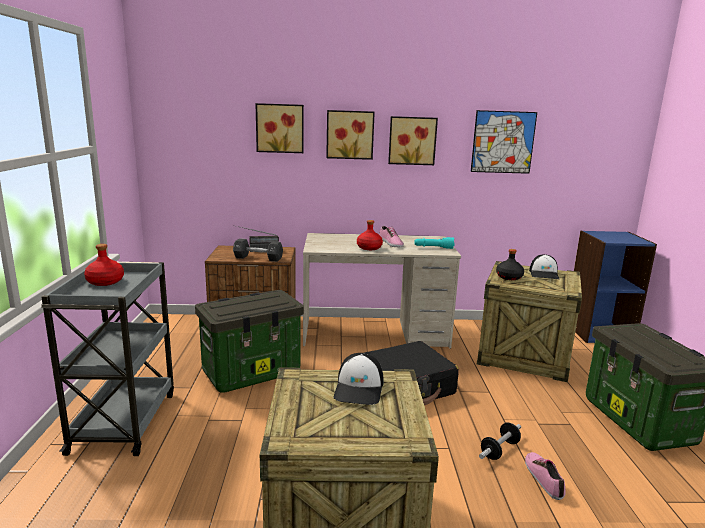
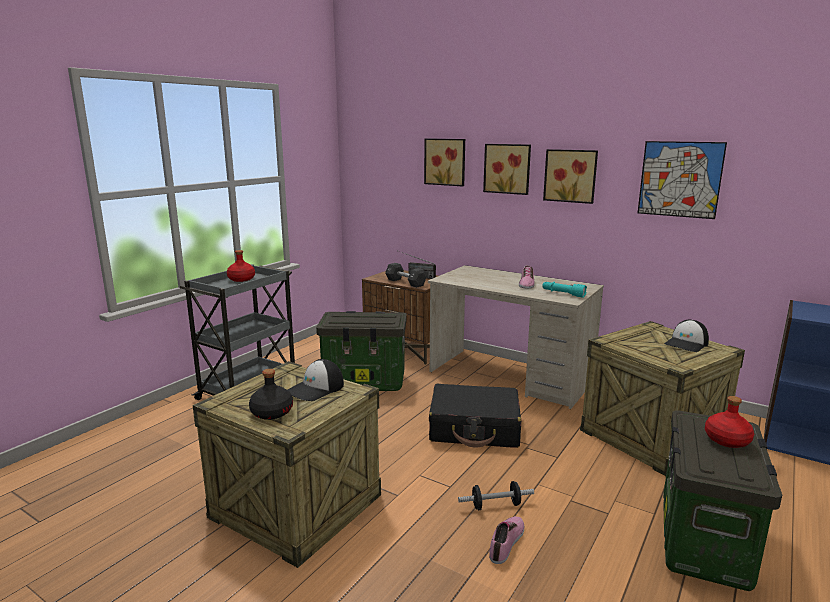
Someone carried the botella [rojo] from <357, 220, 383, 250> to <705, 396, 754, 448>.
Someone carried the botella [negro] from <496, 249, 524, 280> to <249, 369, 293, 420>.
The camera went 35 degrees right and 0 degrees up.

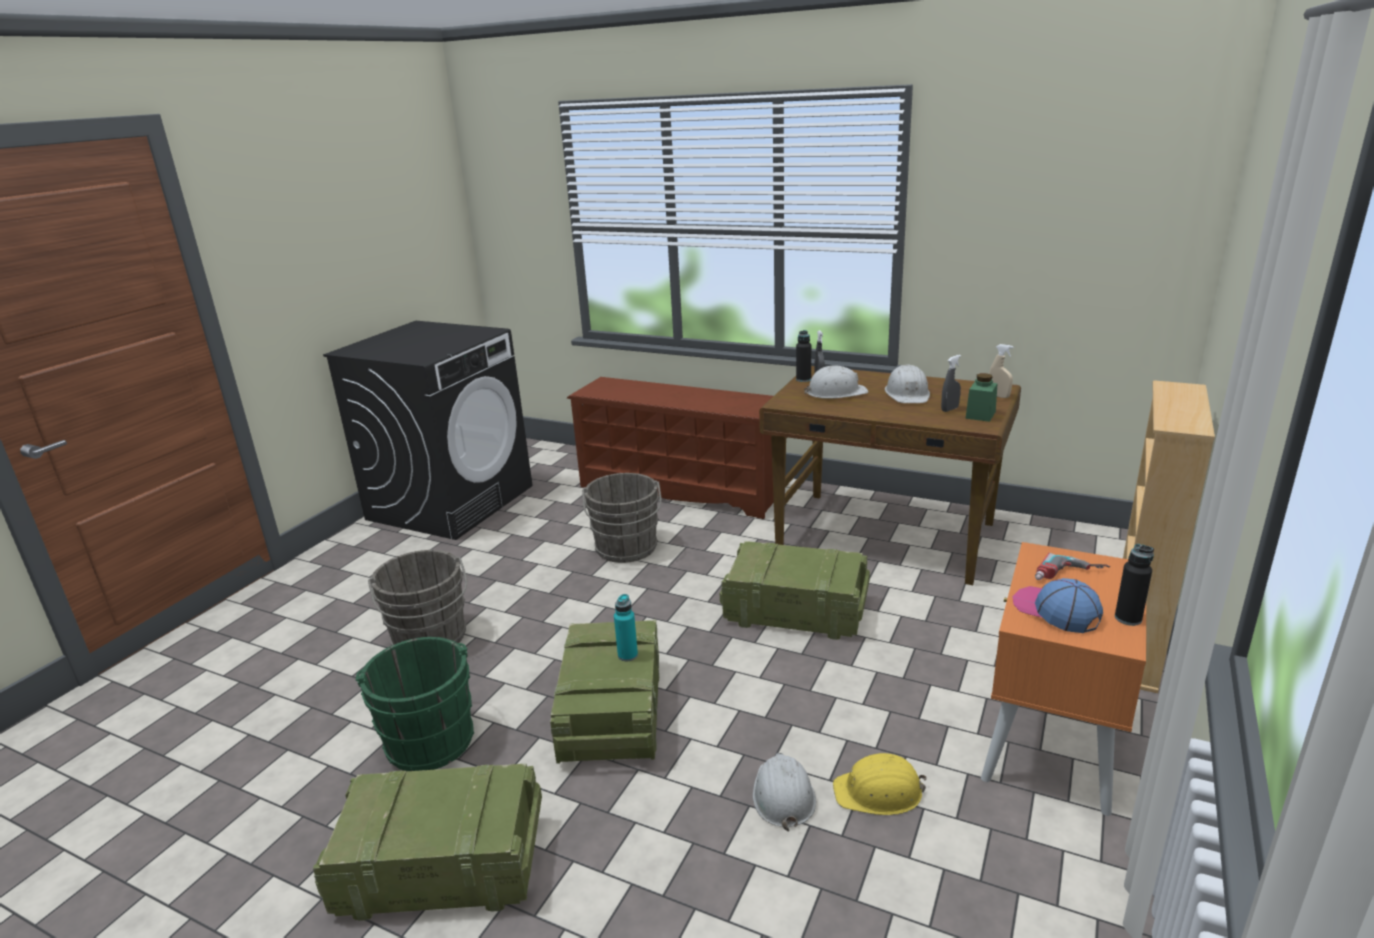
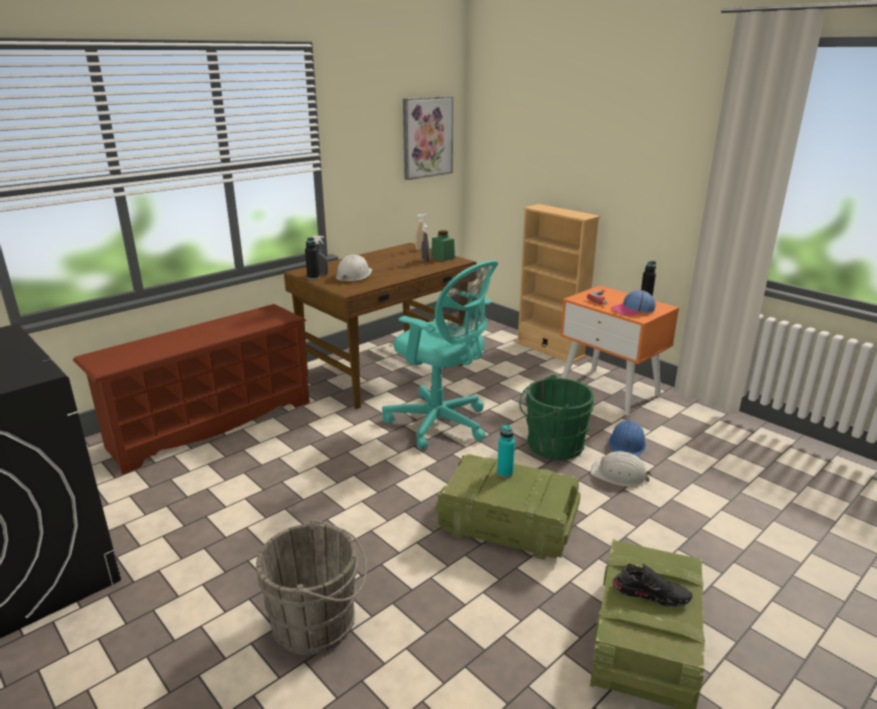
Someone took away the cubo [gris] at <582, 473, 662, 563>.
Someone took away the casco [blanco] at <885, 364, 930, 403>.
Someone put up the cuadro at <403, 96, 453, 180>.
Someone put down the zapato [negro] at <613, 564, 692, 607>.
Someone carried the cubo [verde] from <356, 637, 474, 771> to <519, 374, 594, 460>.
Someone swapped the caja de embalaje at <720, 541, 870, 640> for the silla de oficina [turquesa] at <382, 260, 498, 450>.
Someone repainted the casco [amarillo] at <833, 753, 927, 815>, which became the casco [azul] at <609, 421, 646, 457>.
The camera went 70 degrees left and 0 degrees up.

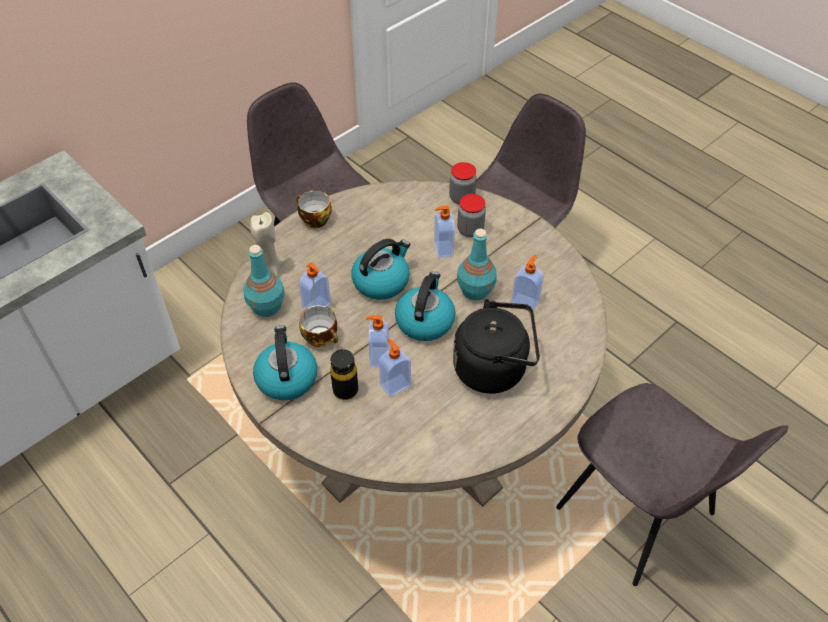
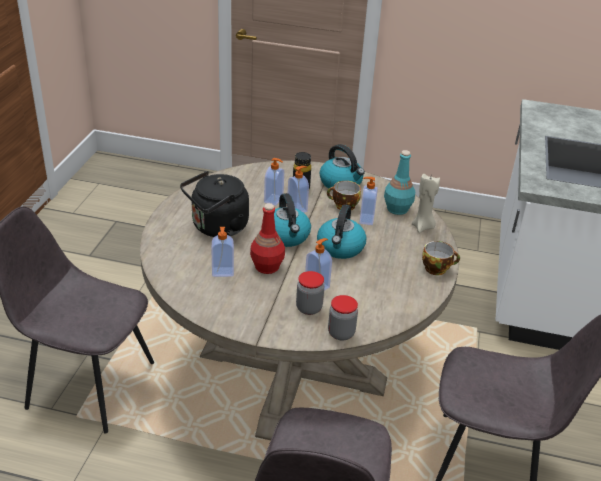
Someone repainted the botella [turquesa] at <457, 229, 497, 300>, which became the botella [rojo] at <250, 203, 285, 274>.
The camera went 145 degrees right and 15 degrees down.

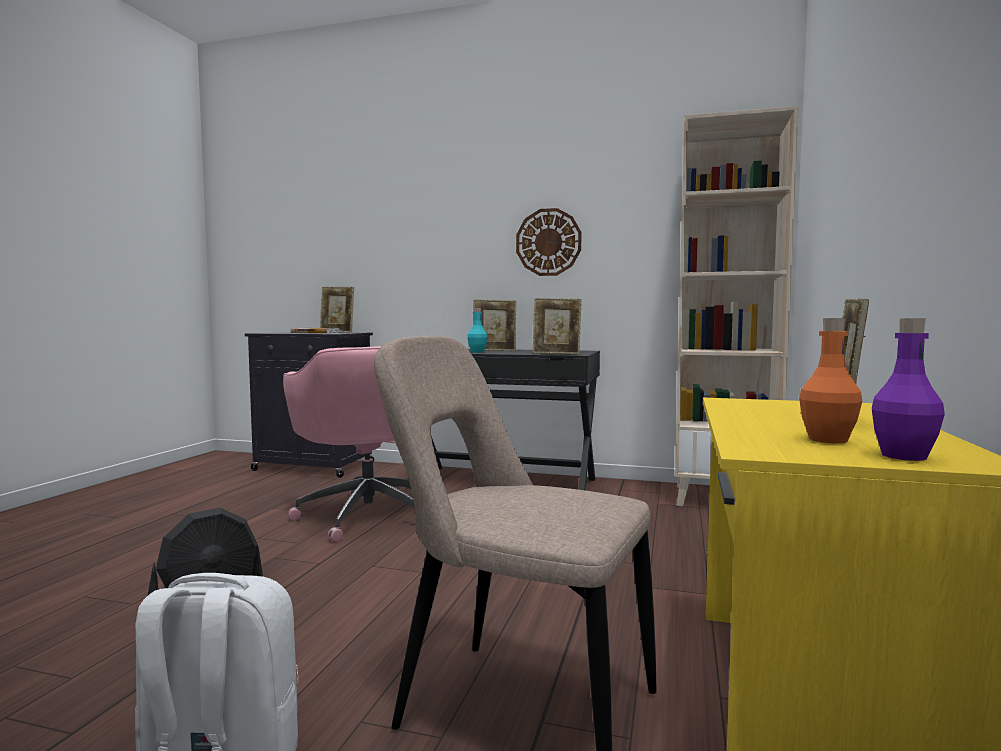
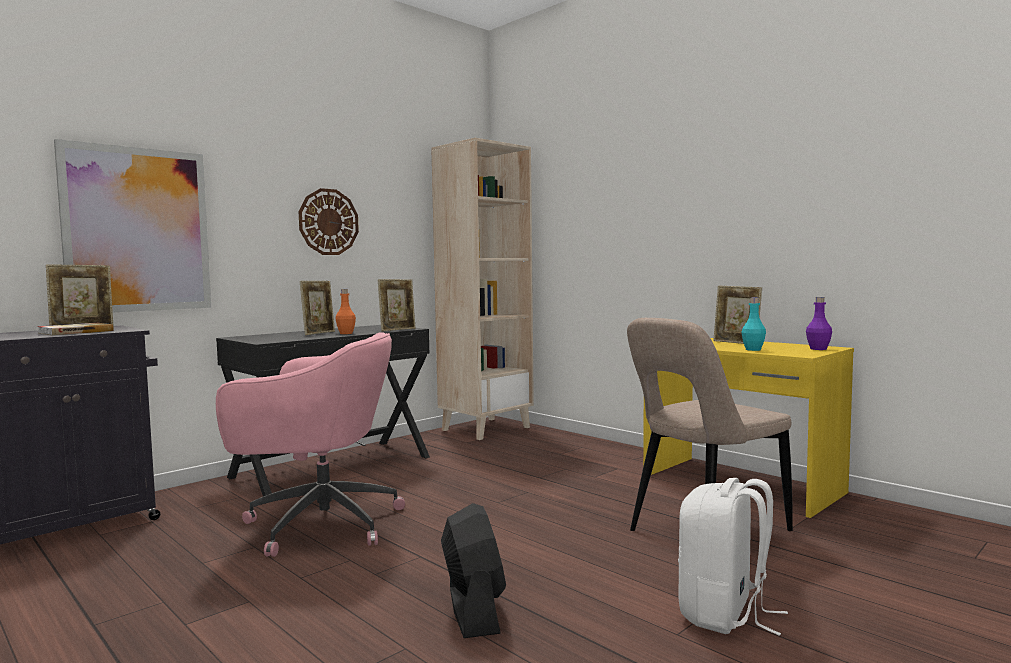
Someone put up the cuadro at <54, 139, 211, 312>.
Someone carried the botella [turquesa] from <467, 308, 488, 353> to <741, 298, 766, 351>.
Someone carried the botella [naranja] from <799, 318, 862, 444> to <336, 289, 356, 334>.
The camera went 60 degrees left and 0 degrees up.

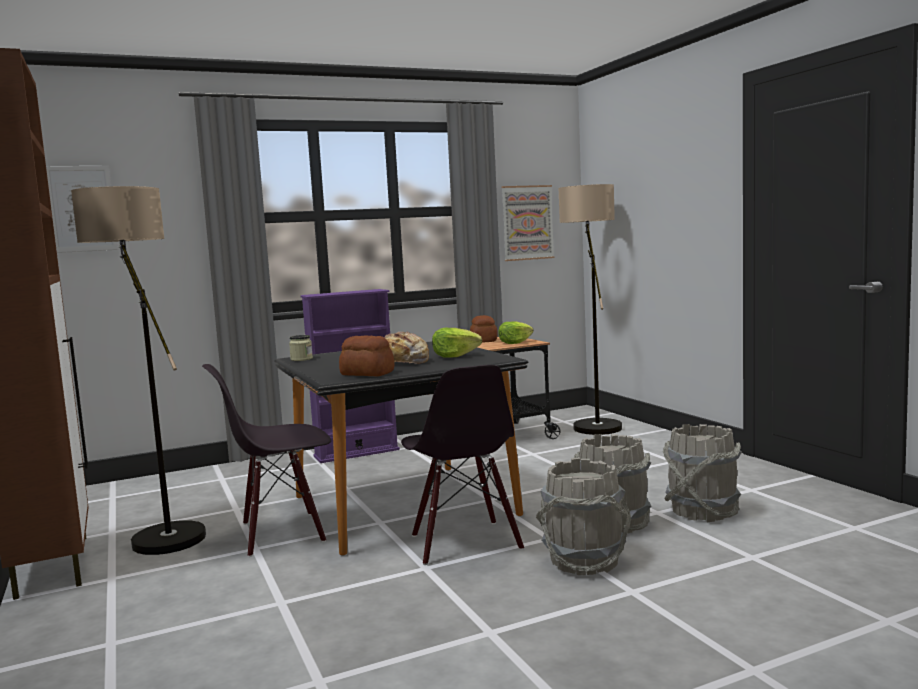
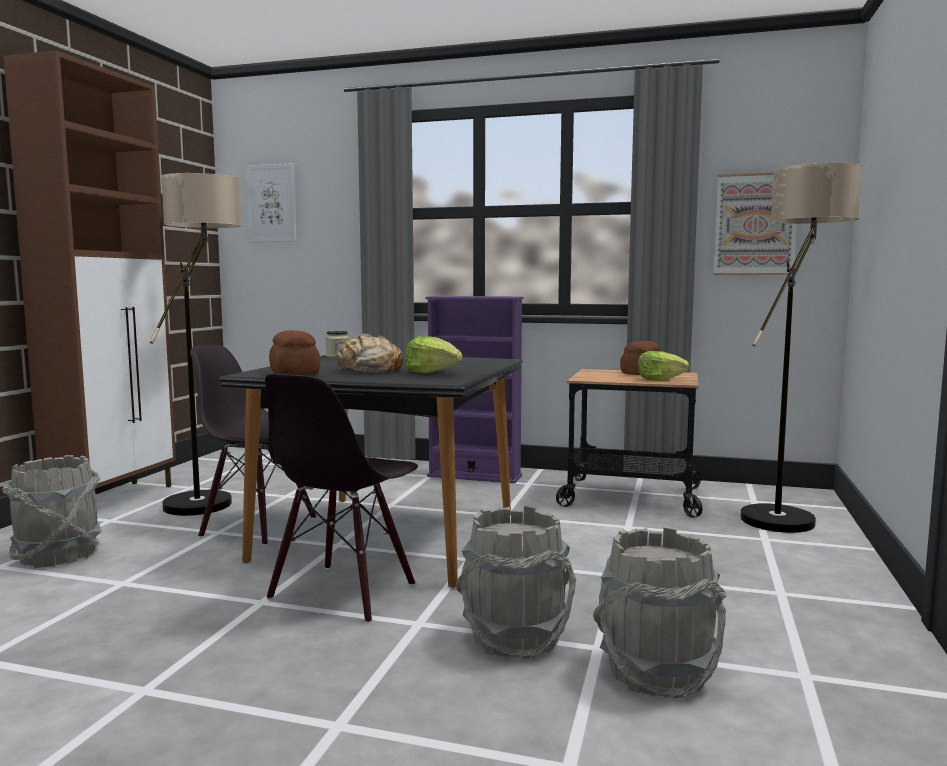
Someone carried the cubo [gris] from <536, 457, 631, 575> to <2, 455, 102, 568>.
The camera went 40 degrees right and 0 degrees up.

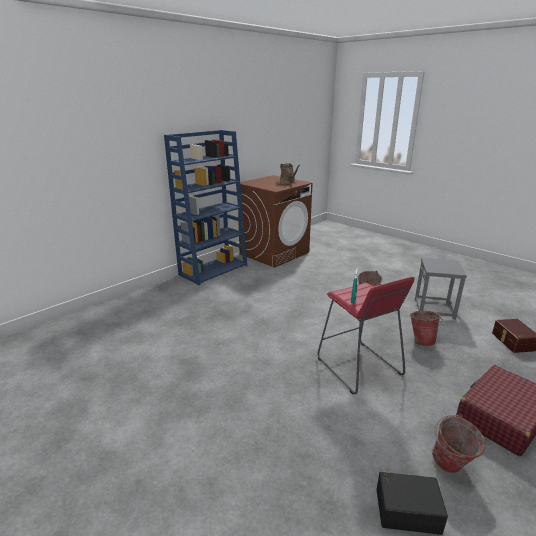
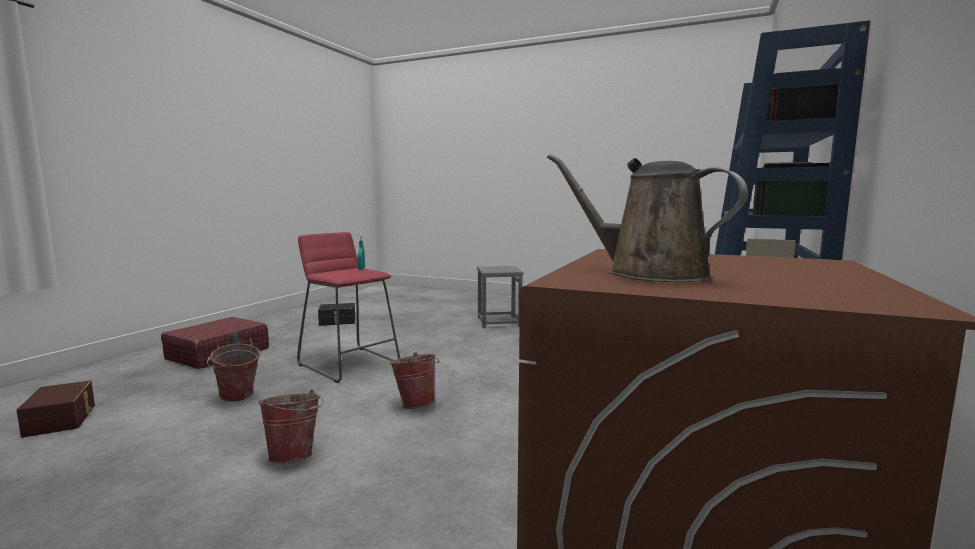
Someone carried the taburete [gris] from <415, 258, 467, 320> to <477, 266, 523, 328>.
Someone carried the cubo from <432, 414, 485, 473> to <390, 352, 440, 409>.
The camera went 160 degrees right and 15 degrees down.

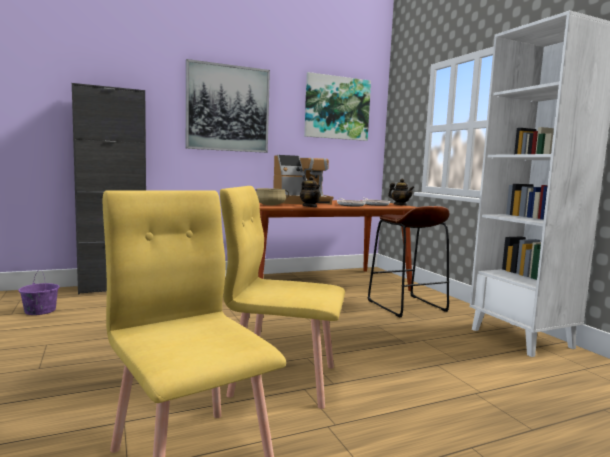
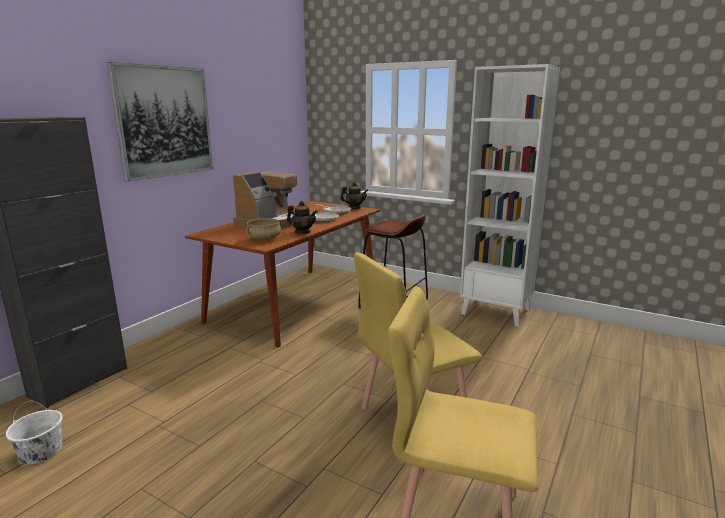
Someone took away the cuadro at <304, 72, 371, 141>.
Someone repainted the cubo [morado] at <18, 269, 60, 315>, which became the cubo [blanco] at <6, 401, 63, 464>.
The camera went 35 degrees left and 10 degrees up.

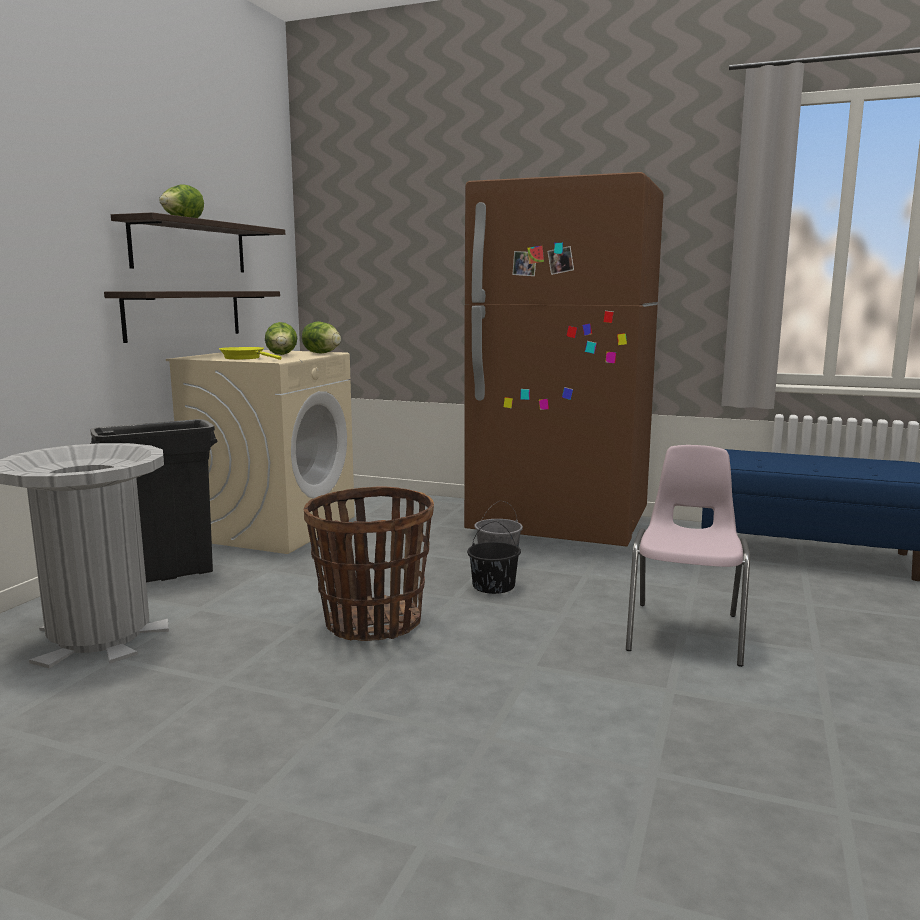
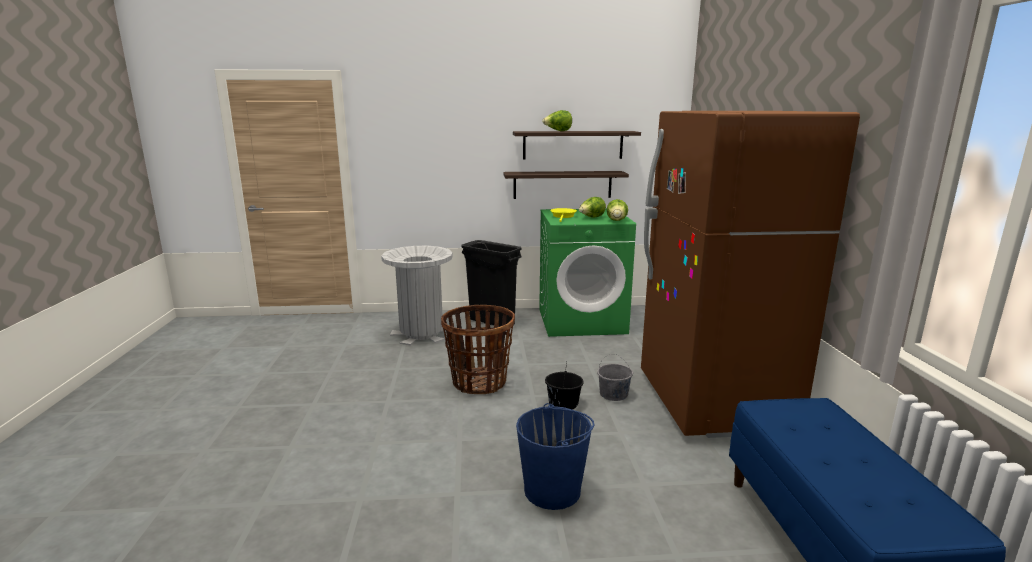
Someone swapped the silla [rosa] at <626, 445, 750, 667> for the cubo [azul] at <516, 403, 594, 510>.
Someone repainted the lavadora [beis] at <166, 350, 355, 554>, which became the lavadora [verde] at <539, 209, 636, 337>.
The camera went 65 degrees right and 5 degrees up.

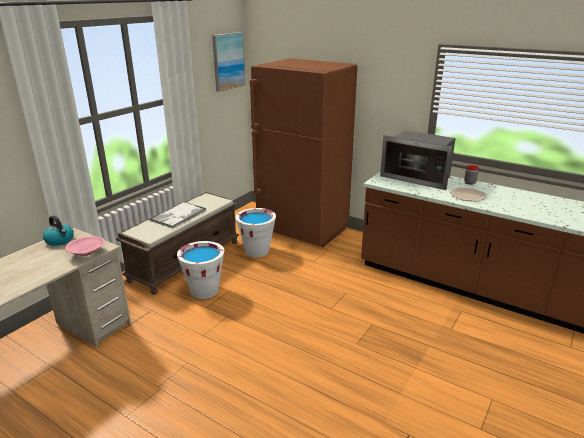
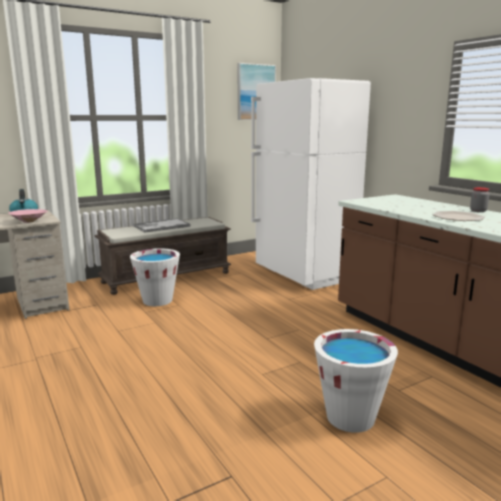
Someone took away the microondas at <380, 130, 456, 190>.
Someone carried the cubo [blanco] from <236, 208, 276, 258> to <314, 329, 398, 433>.
Someone repainted the nevera [marrón] at <249, 58, 357, 247>, which became the nevera [blanco] at <251, 78, 371, 290>.
The camera went 25 degrees right and 10 degrees down.

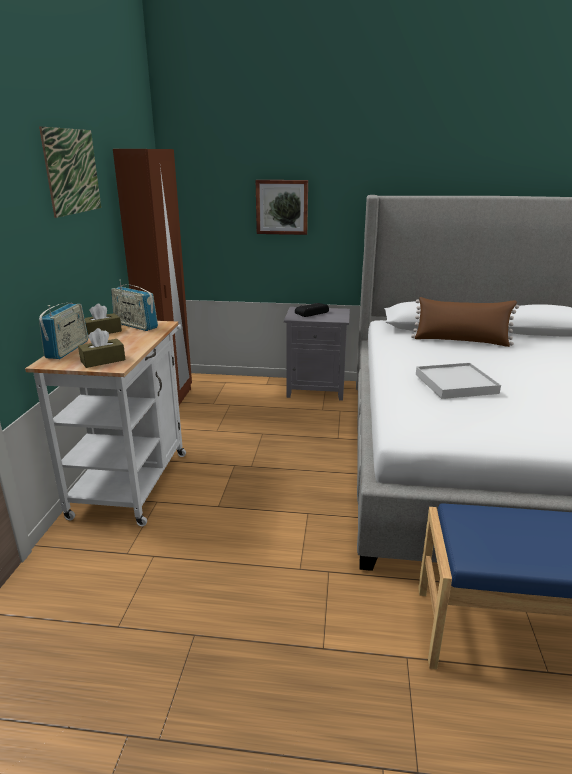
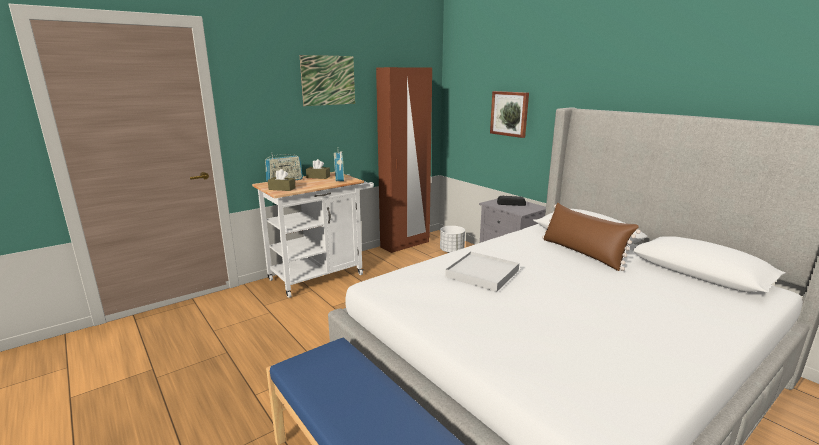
Someone put down the maceta [blanco] at <440, 226, 465, 253>.
The camera went 45 degrees right and 5 degrees down.

